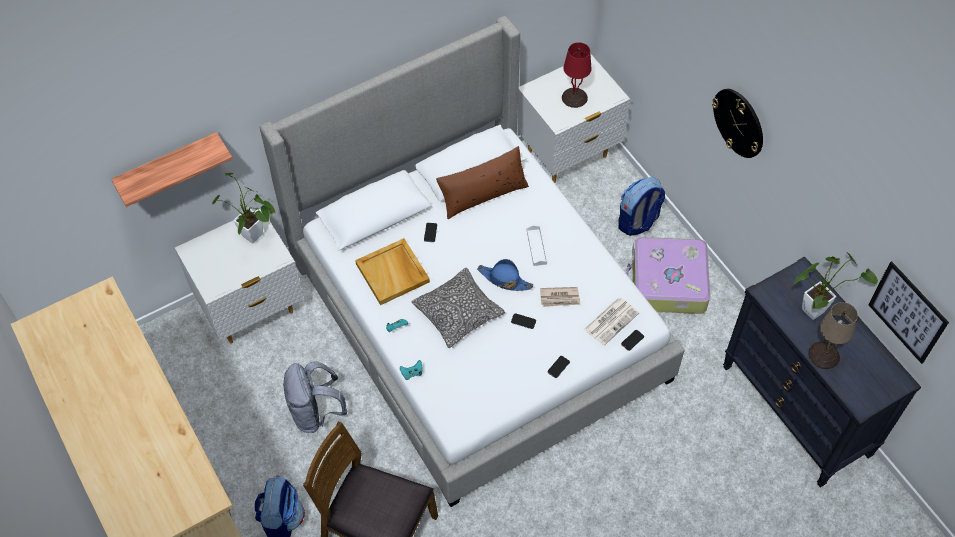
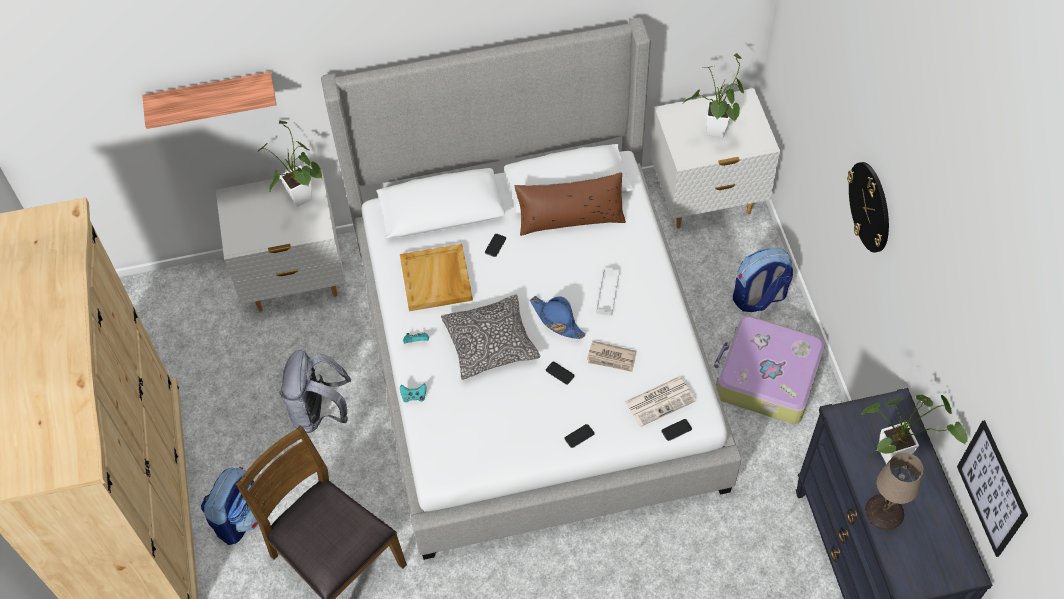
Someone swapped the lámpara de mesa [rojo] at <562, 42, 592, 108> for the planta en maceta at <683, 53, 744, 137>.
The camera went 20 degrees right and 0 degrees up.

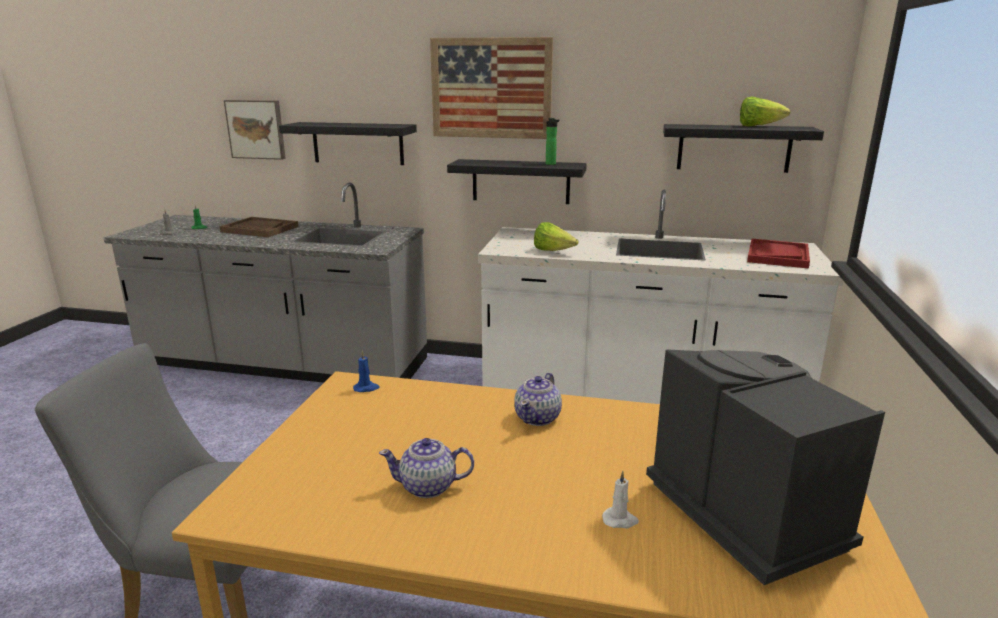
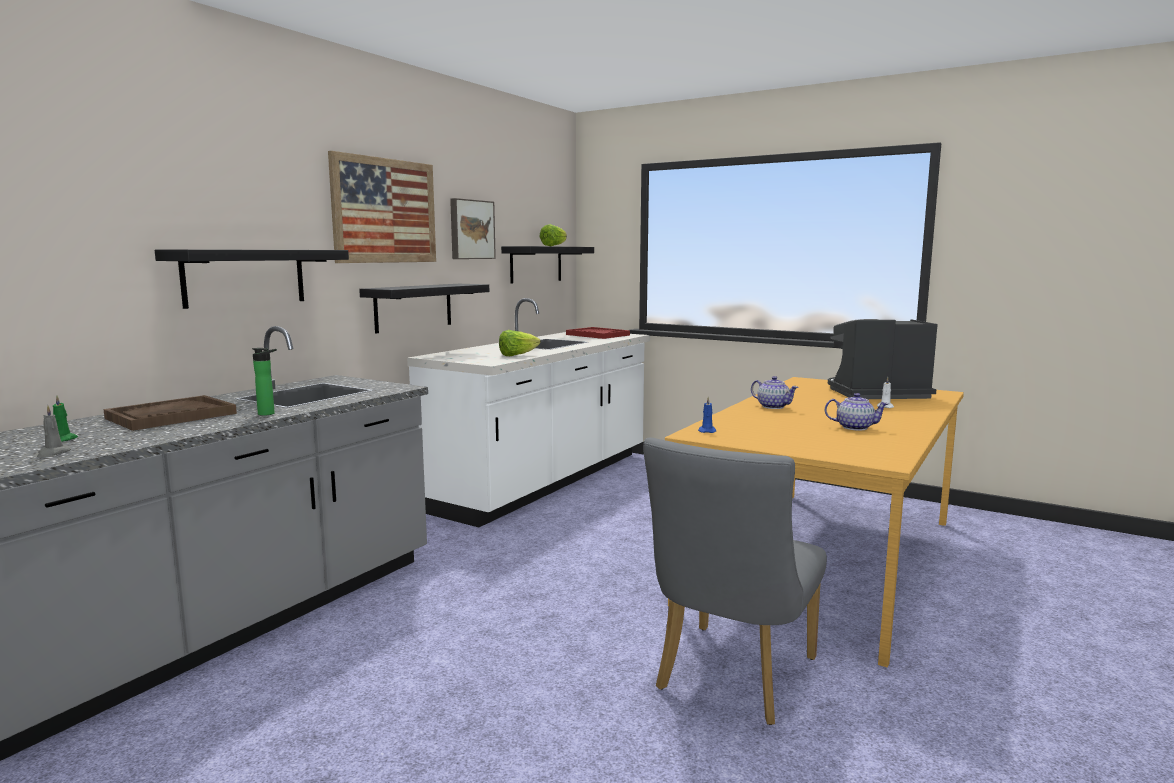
Someone carried the cuadro from <224, 100, 286, 160> to <450, 198, 496, 259>.
Someone carried the botella from <546, 118, 560, 165> to <252, 348, 277, 416>.
Someone rotated the tetera at <379, 438, 474, 498> by 90 degrees counterclockwise.
The camera went 70 degrees left and 10 degrees down.

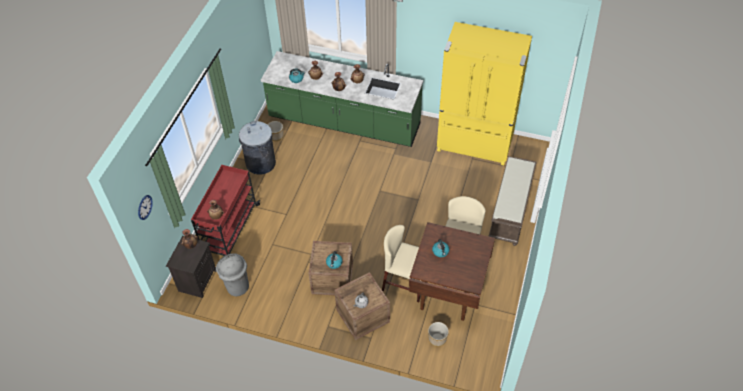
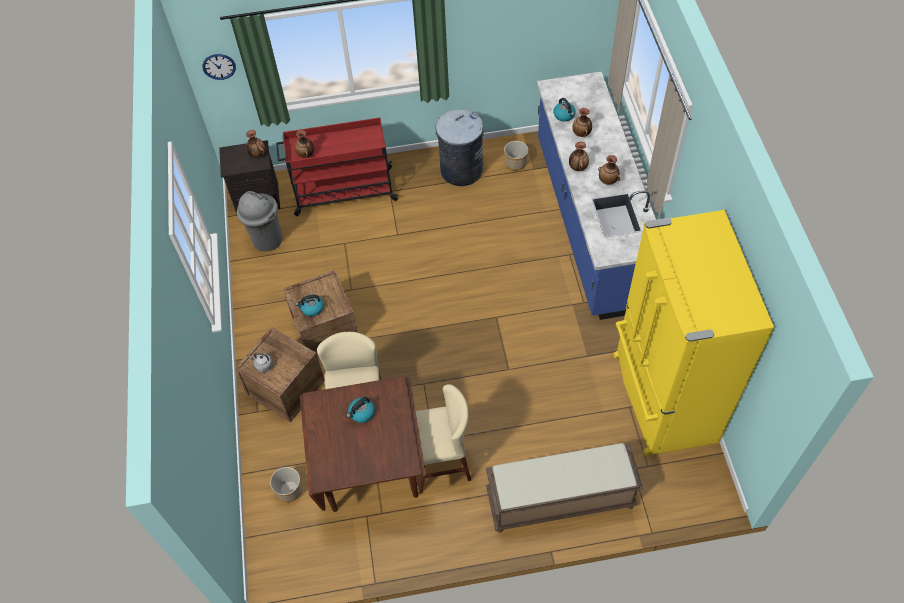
Someone repainted the mueble bajo de cocina [verde] at <261, 51, 423, 147>, which became the mueble bajo de cocina [azul] at <537, 72, 656, 320>.
The camera went 65 degrees right and 5 degrees up.

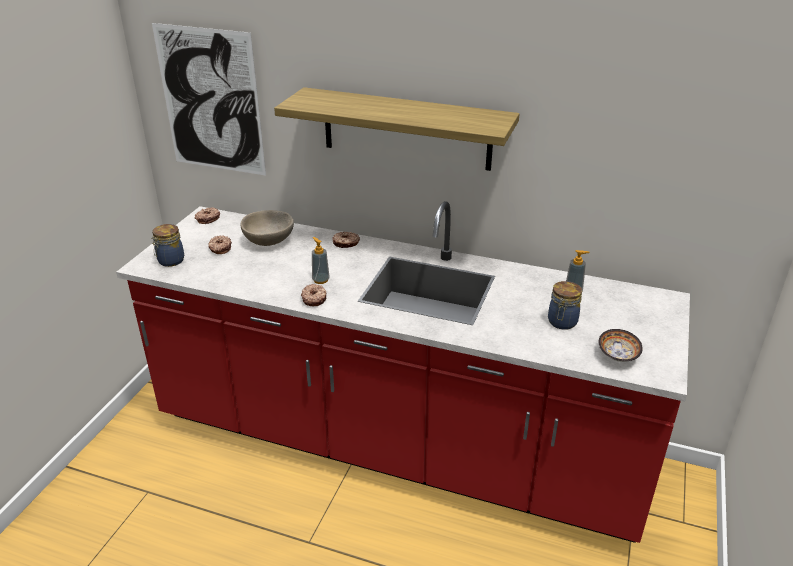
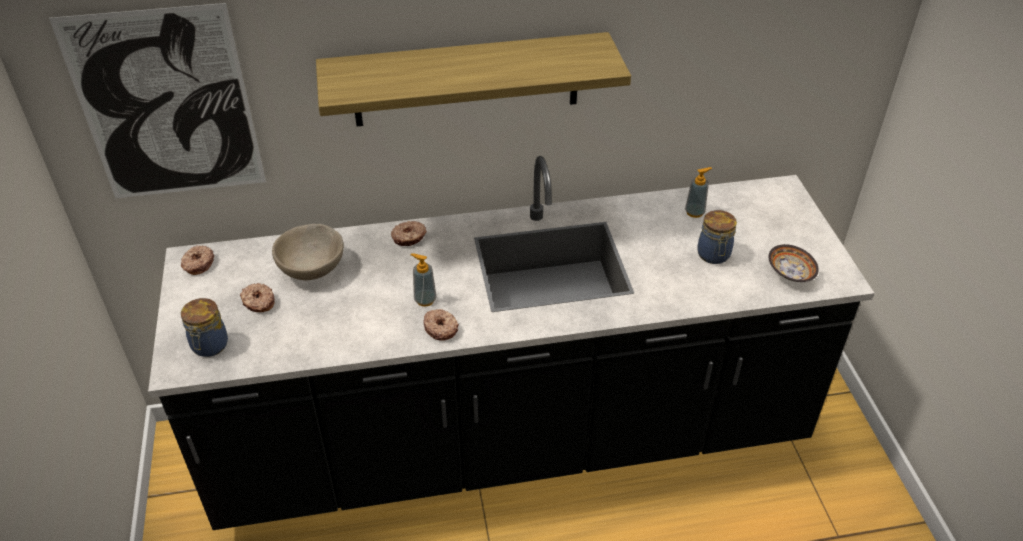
Someone repainted the mueble bajo de cocina [rojo] at <116, 201, 690, 543>, which became the mueble bajo de cocina [negro] at <148, 156, 875, 530>.
The camera went 30 degrees left and 10 degrees up.

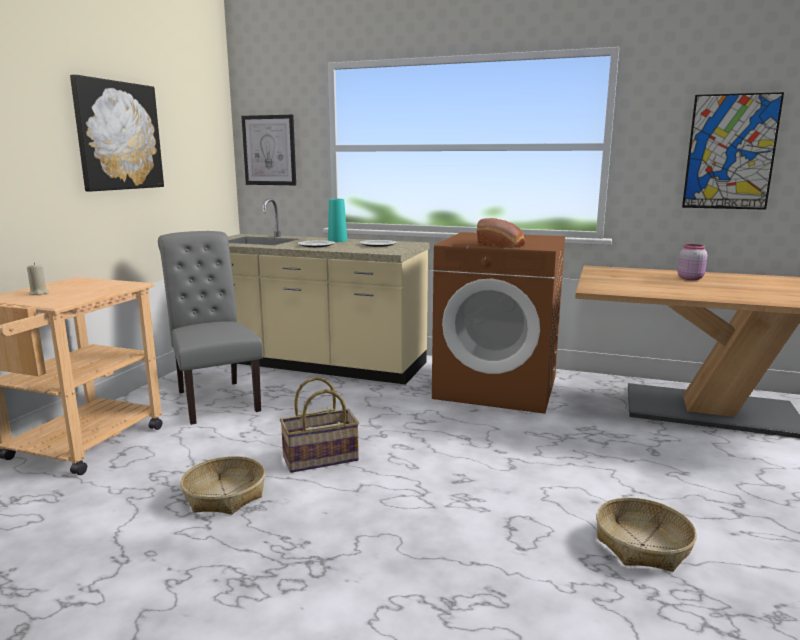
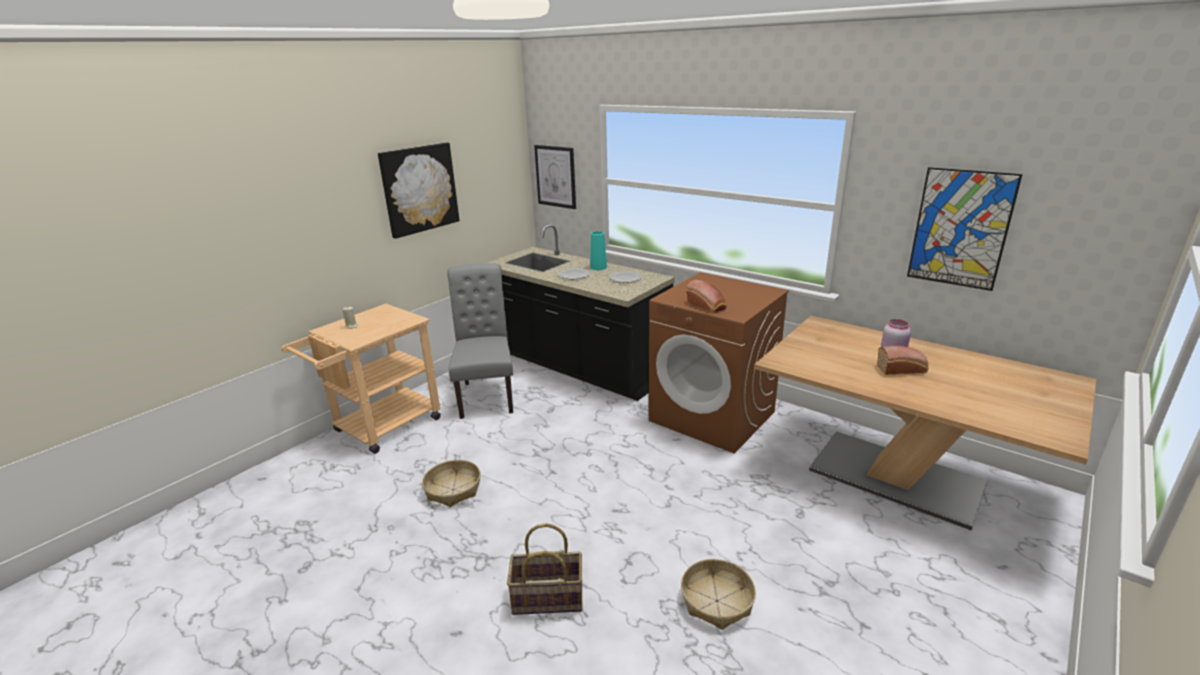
Someone put down the pan at <877, 345, 928, 375>.
Someone carried the cesta from <280, 377, 359, 473> to <507, 523, 582, 615>.
Someone repainted the mueble bajo de cocina [beis] at <228, 198, 430, 385>, which became the mueble bajo de cocina [negro] at <487, 224, 675, 401>.
The camera went 20 degrees right and 10 degrees up.

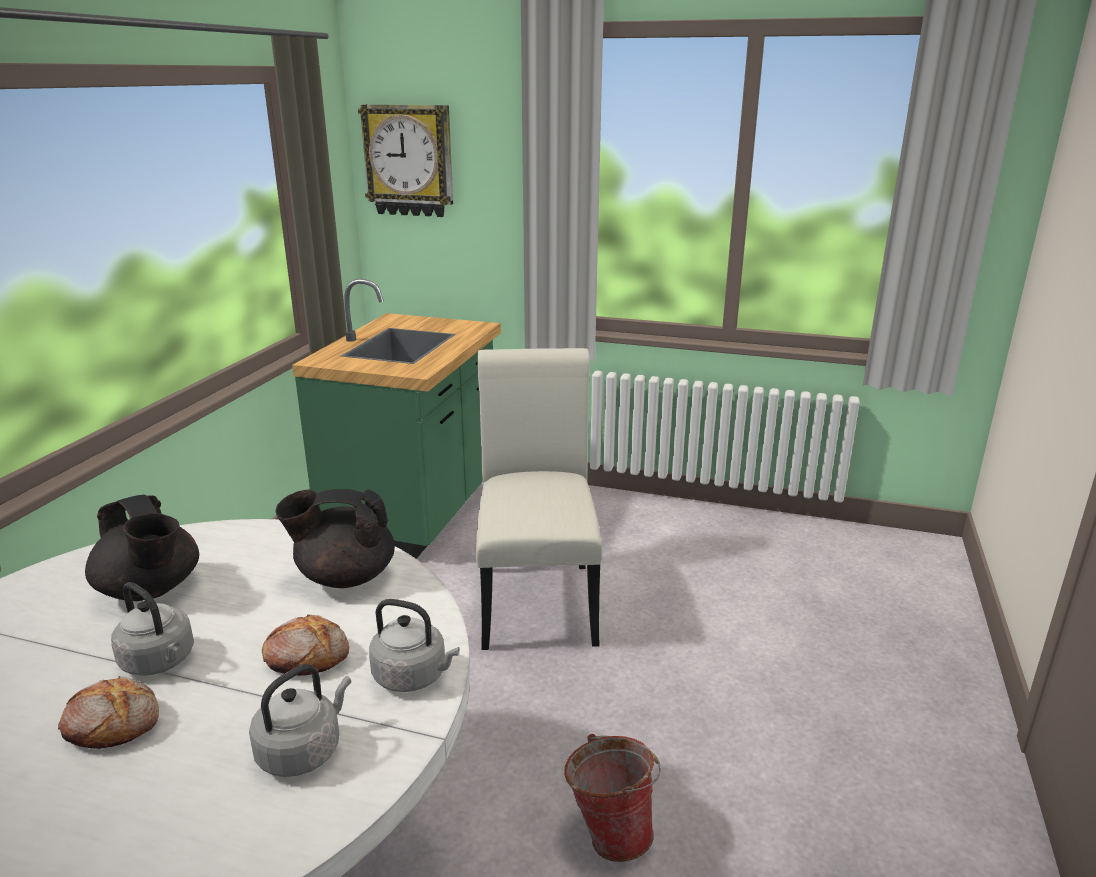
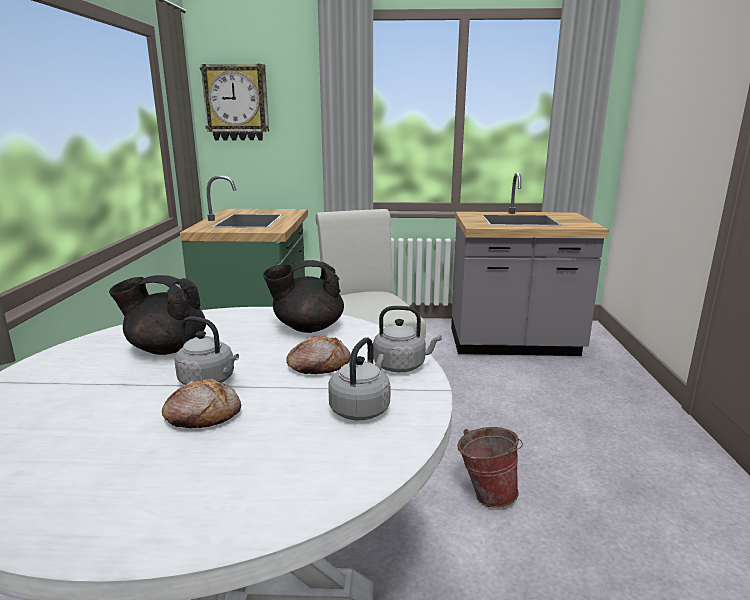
Someone put down the mueble bajo de cocina [gris] at <451, 172, 609, 356>.
Someone rotated the tetera [negro] at <85, 495, 199, 601> by 150 degrees clockwise.
The camera went 15 degrees left and 5 degrees down.

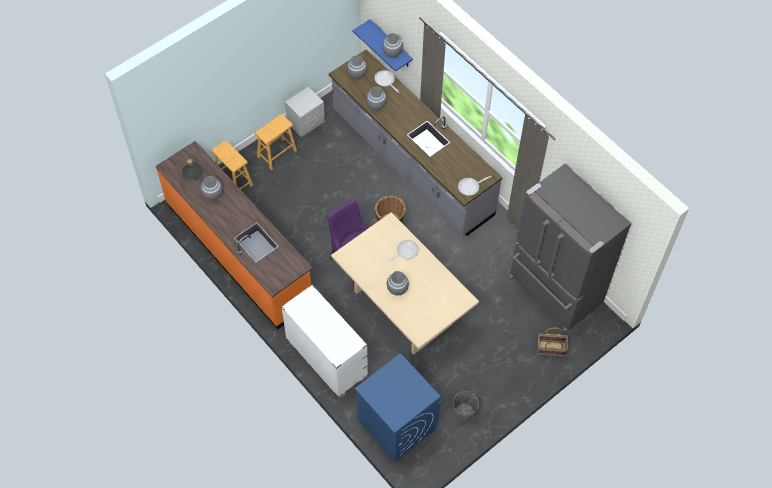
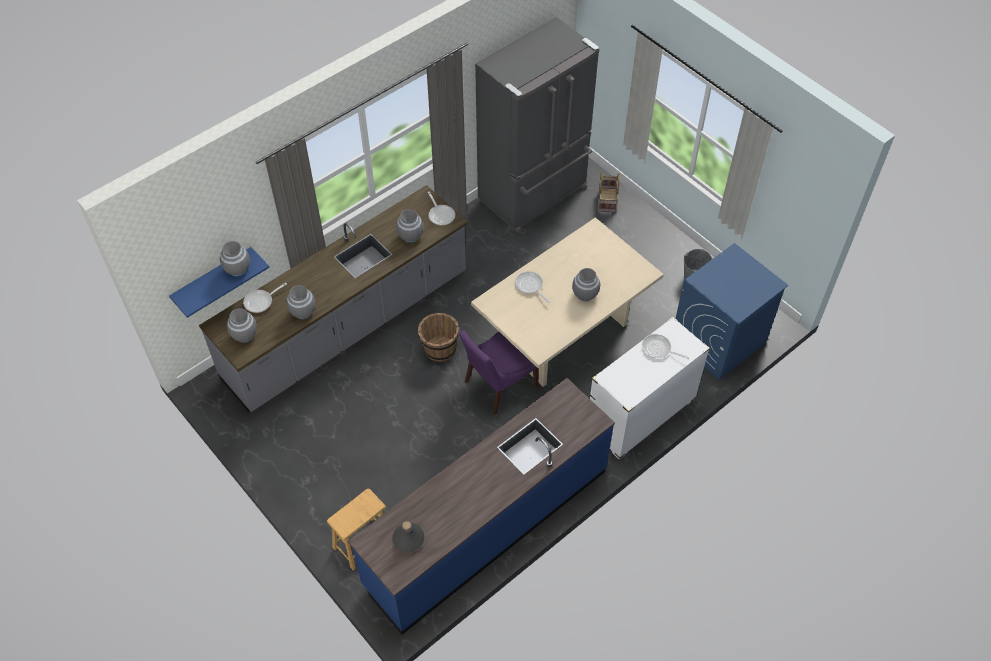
Someone took away the taburete [marrón] at <255, 114, 297, 170>.
Someone took away the mesita de noche [gris] at <285, 87, 325, 137>.
Someone put down the sartén at <642, 334, 689, 359>.
Someone carried the florero [gris] from <201, 176, 222, 201> to <396, 209, 424, 243>.
Someone repainted the mueble bajo de cocina [naranja] at <156, 141, 313, 329>, which became the mueble bajo de cocina [azul] at <348, 378, 615, 635>.
The camera went 90 degrees left and 5 degrees down.

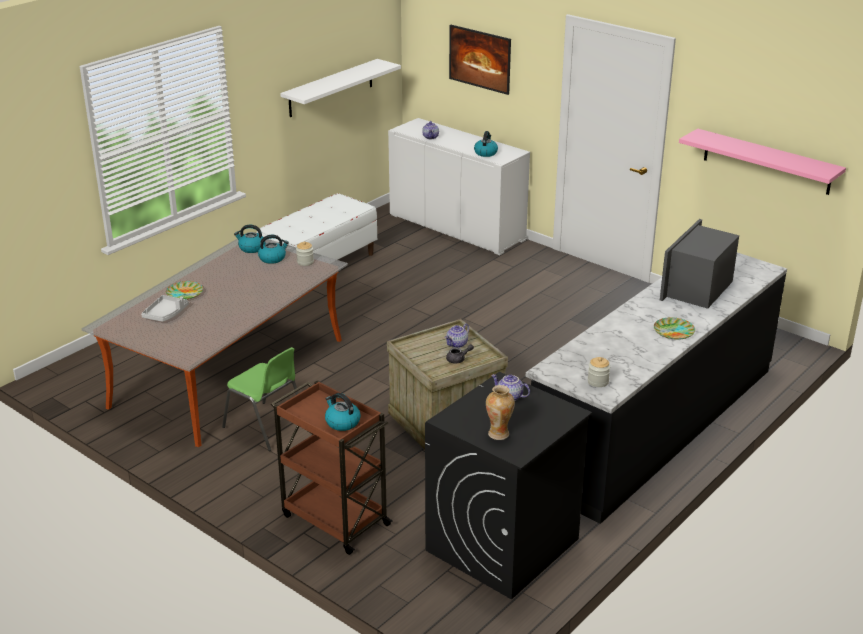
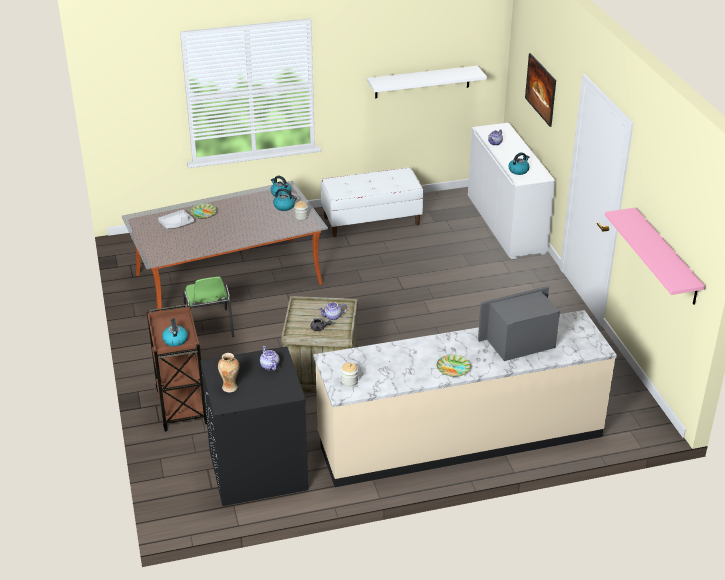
Someone repainted the mueble bajo de cocina [negro] at <526, 253, 787, 524>, which became the mueble bajo de cocina [beis] at <314, 310, 617, 487>.
The camera went 35 degrees right and 5 degrees up.

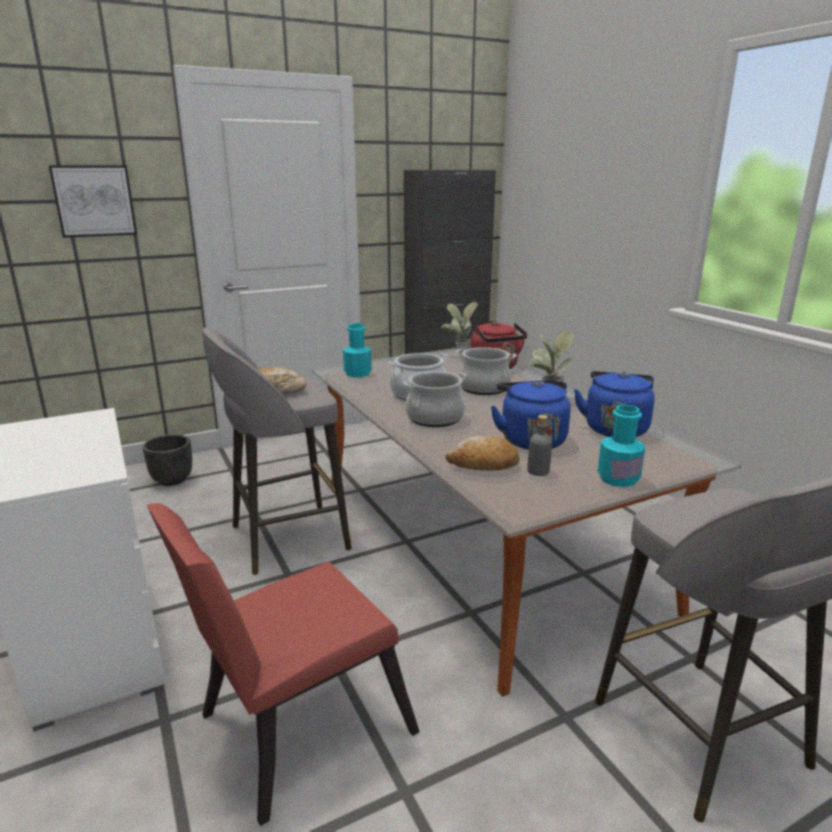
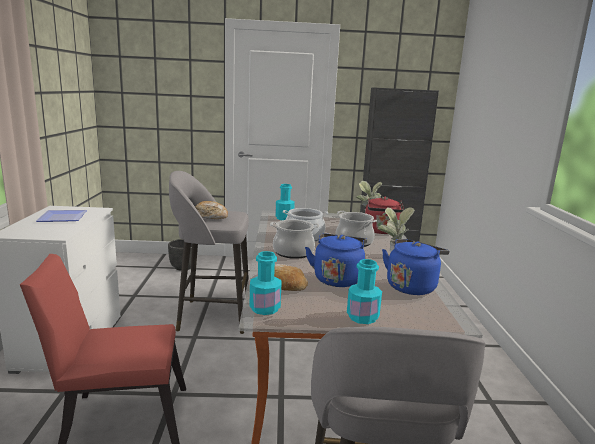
Someone took away the cuadro at <49, 165, 137, 238>.
Someone took away the botella [gris] at <527, 415, 552, 476>.
Someone put down the plato at <36, 210, 87, 222>.
Someone put down the botella [turquesa] at <249, 251, 282, 315>.
The camera went 25 degrees right and 5 degrees down.

